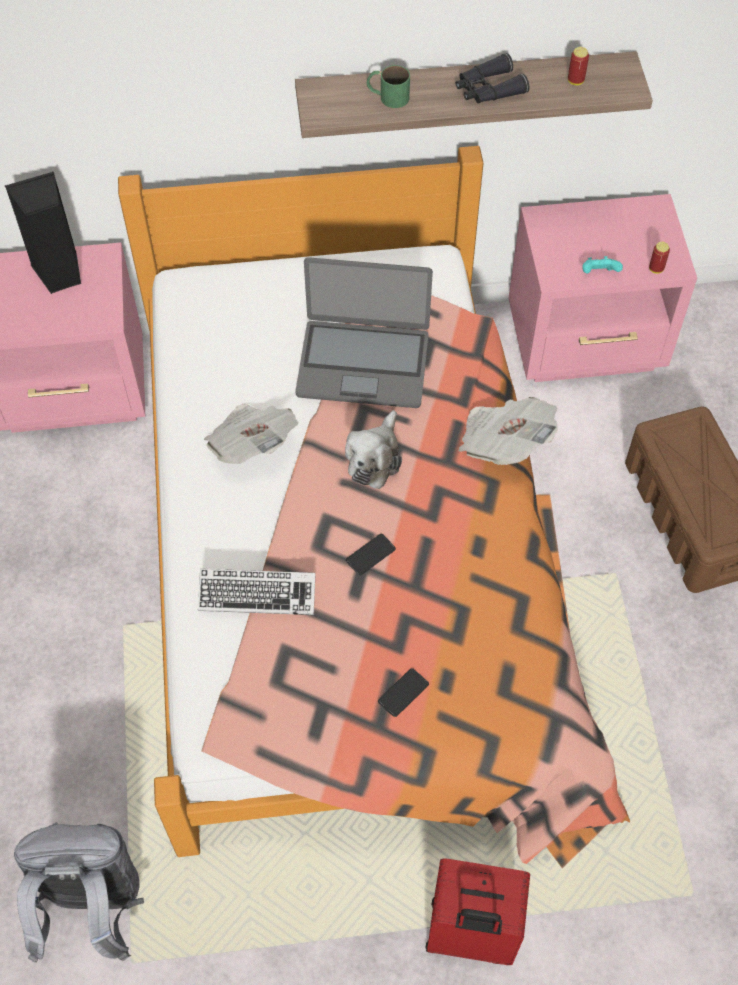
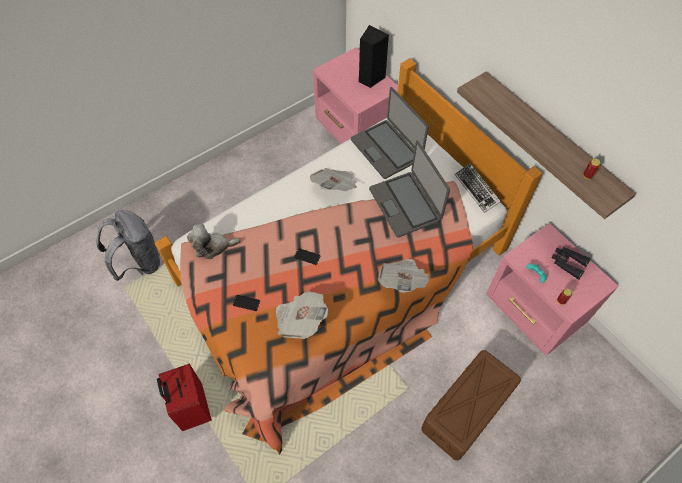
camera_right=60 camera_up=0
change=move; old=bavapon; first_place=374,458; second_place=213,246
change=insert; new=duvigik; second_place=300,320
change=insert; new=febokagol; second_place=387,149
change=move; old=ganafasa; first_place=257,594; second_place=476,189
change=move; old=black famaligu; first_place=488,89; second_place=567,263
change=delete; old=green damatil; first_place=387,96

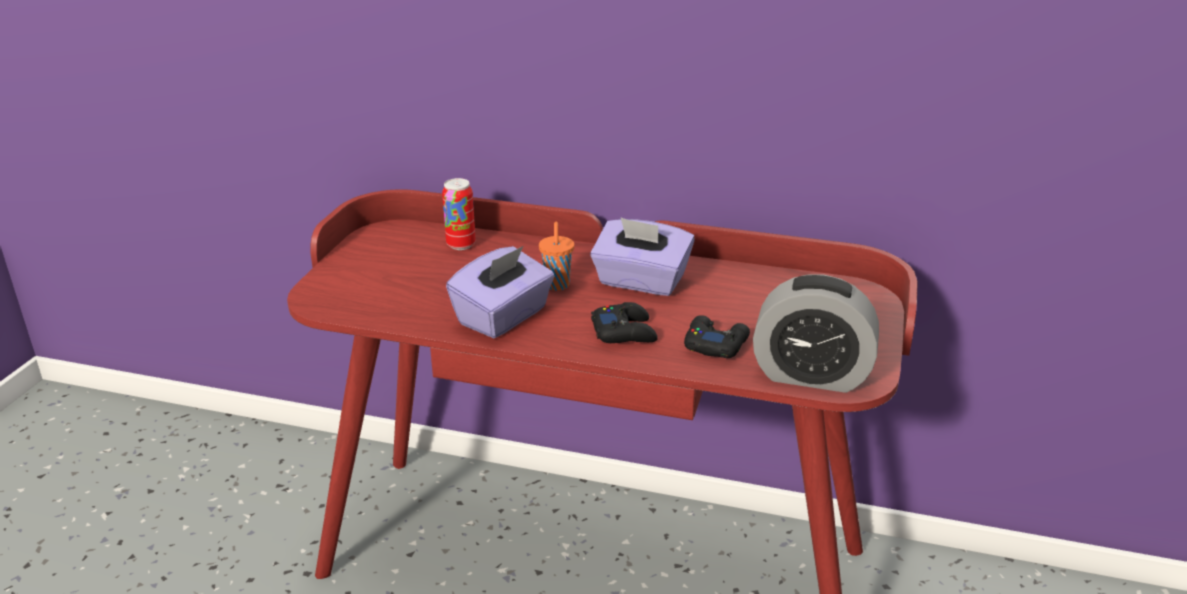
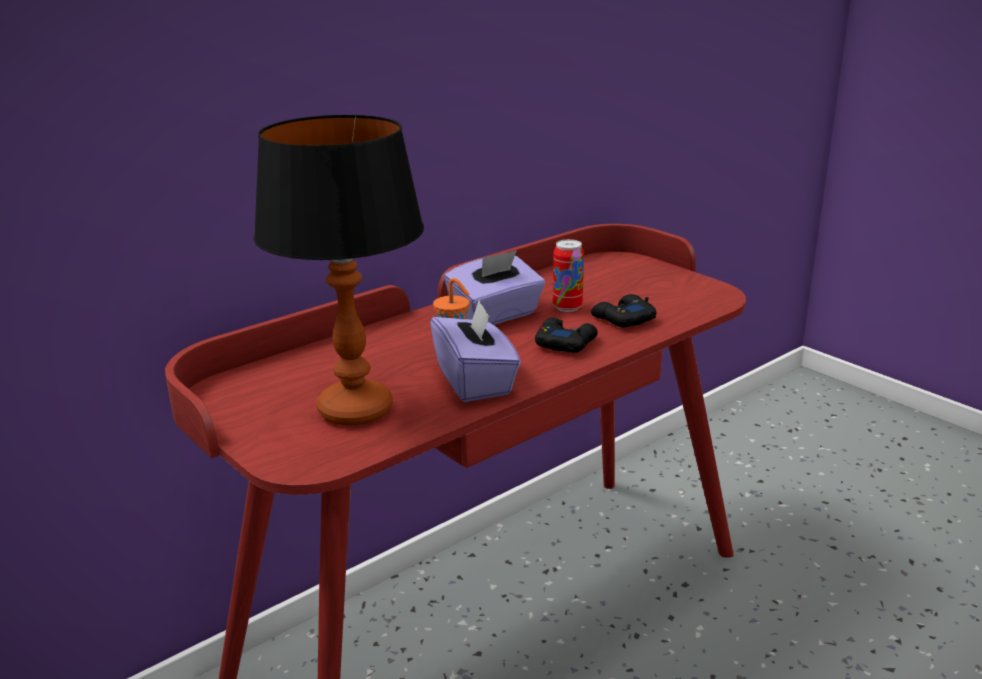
camera_right=-55 camera_up=-5
change=insert; new=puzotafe; second_place=356,410
change=move; old=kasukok; first_place=461,245; second_place=567,307
change=delete; old=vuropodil; first_place=811,375

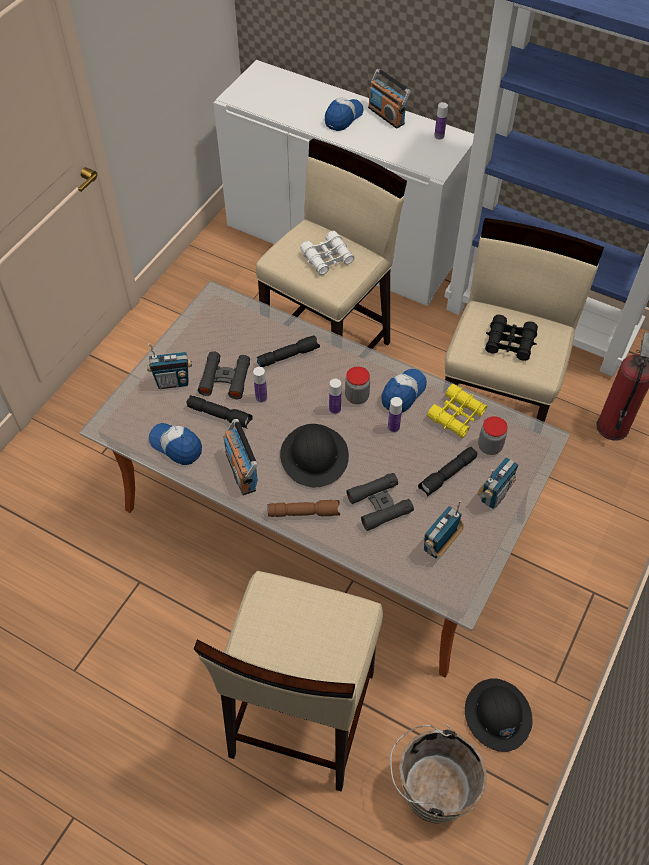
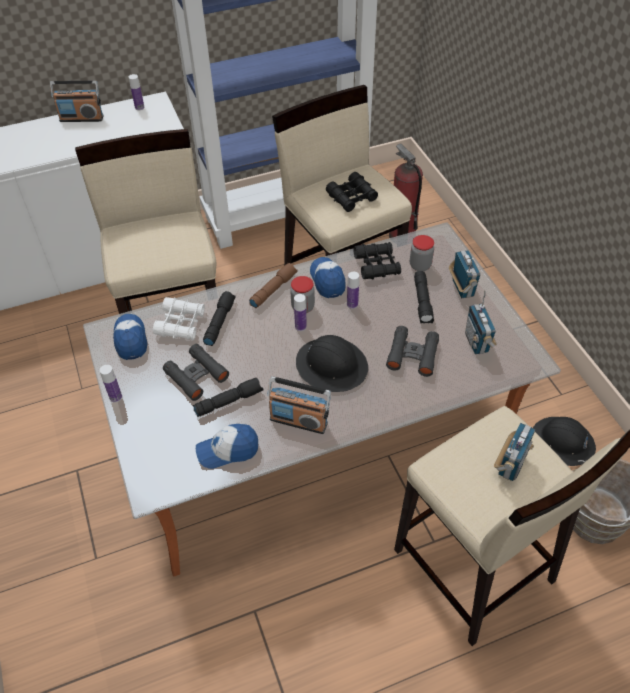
camera_right=-50 camera_up=-5
change=move; old=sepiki; first_place=261,397; second_place=115,397
change=move; old=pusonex; first_place=343,118; second_place=130,339
change=move; old=white famaligu; first_place=327,258; second_place=180,323
change=move; old=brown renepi; first_place=304,512; second_place=273,289
change=recolor; old=yellow famaligu; new=black famaligu; first_place=456,415; second_place=377,265
change=move; old=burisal; first_place=173,382; second_place=510,465

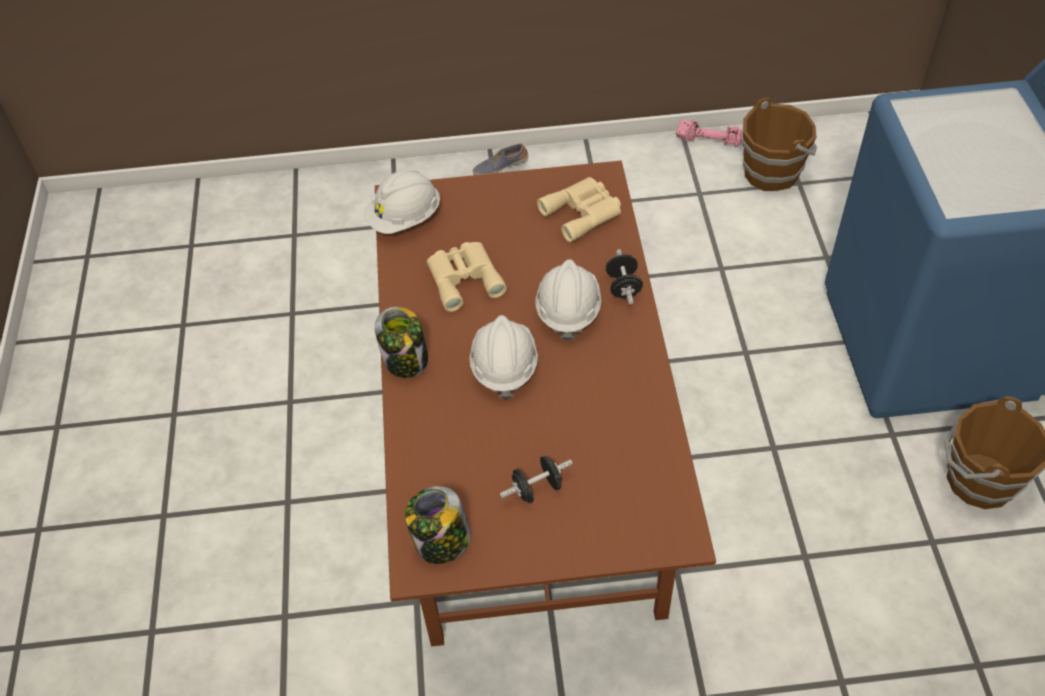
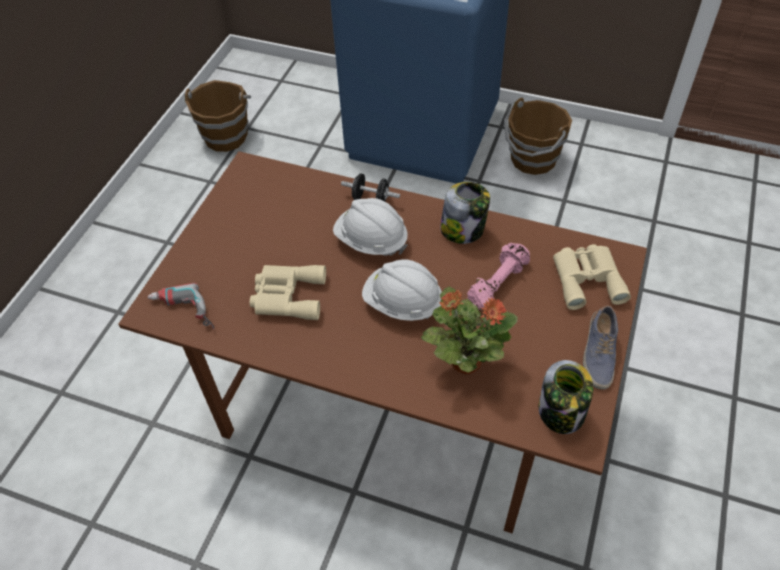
camera_right=-65 camera_up=0
change=replace; old=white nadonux; new=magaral; first_place=405,218; second_place=181,314
change=insert; new=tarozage; second_place=465,361
change=move; old=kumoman; first_place=406,360; second_place=463,230
change=move; old=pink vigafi; first_place=708,141; second_place=496,284
change=move; old=beige famaligu; first_place=583,212; second_place=587,278
change=move; old=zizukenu; first_place=500,167; second_place=598,354
change=delete; old=black vigafi; first_place=537,488

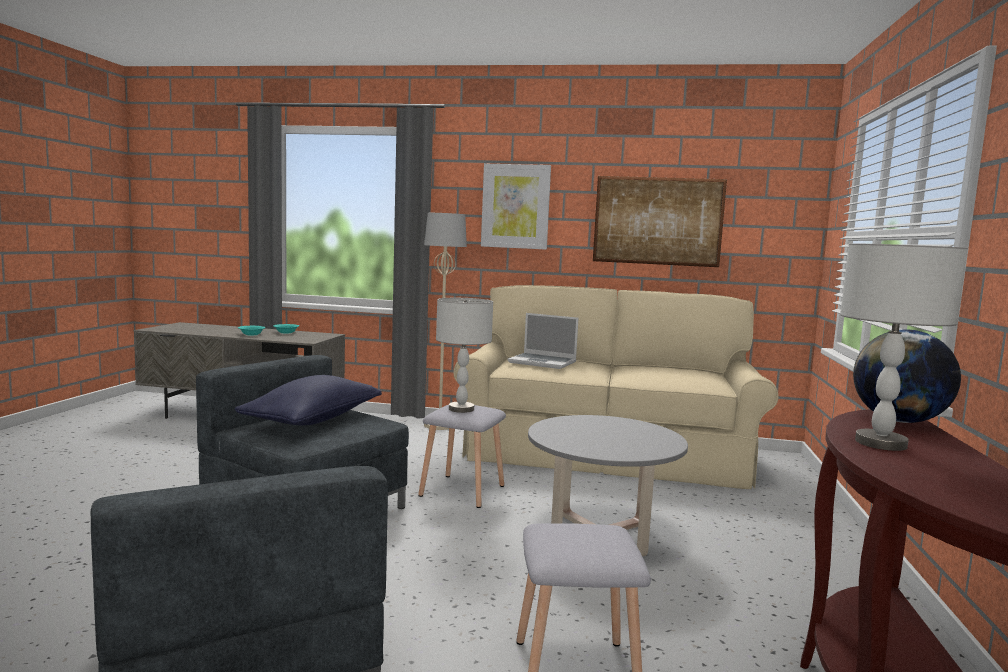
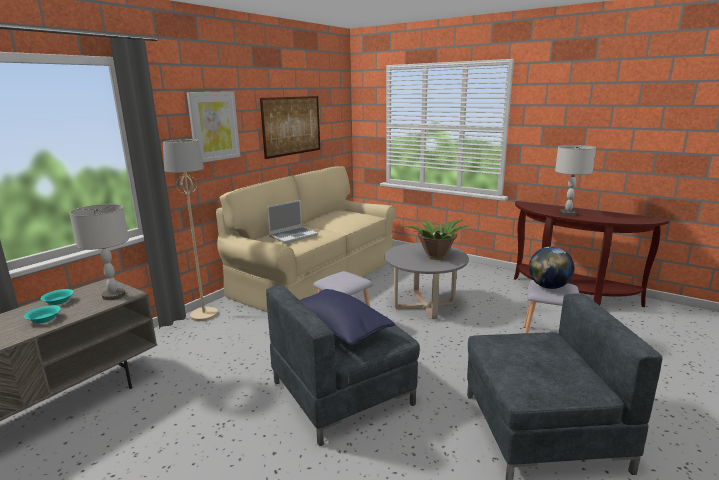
camera_right=-65 camera_up=10
change=move; old=grey puzotafe; first_place=461,409; second_place=113,295
change=insert; new=tarozage; second_place=435,256
change=move; old=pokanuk; first_place=899,421; second_place=548,287

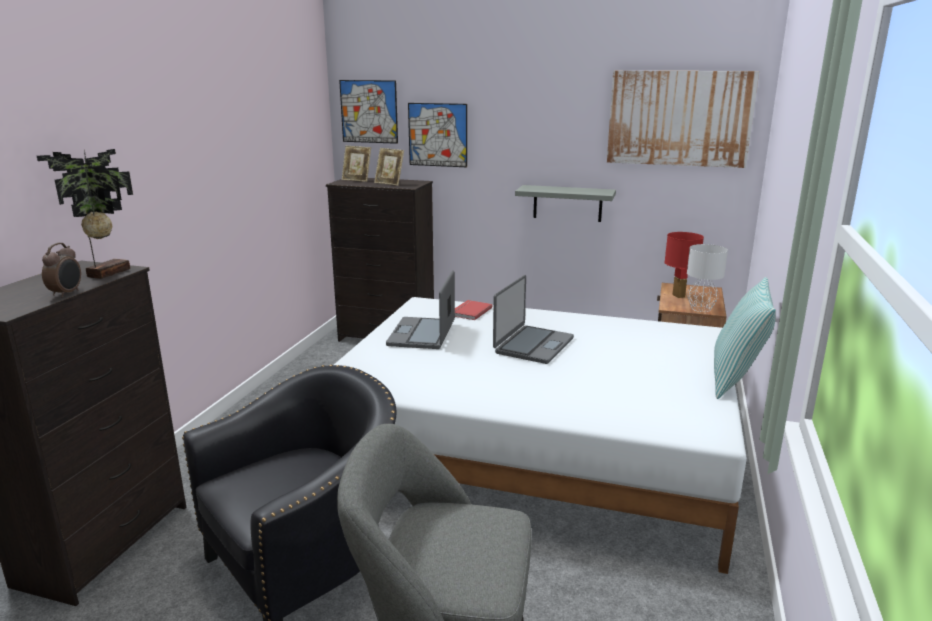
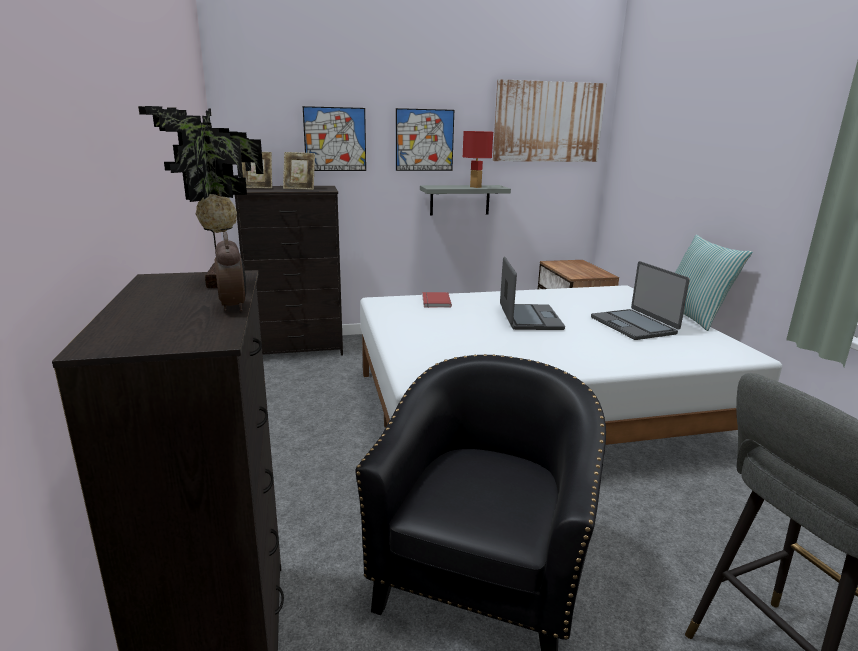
camera_right=-30 camera_up=0
change=move; old=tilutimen; first_place=369,111; second_place=424,140
change=move; old=red puzotafe; first_place=678,296; second_place=475,187
change=move; old=febokagol; first_place=422,334; second_place=634,325
change=delete; old=grey puzotafe; first_place=700,308

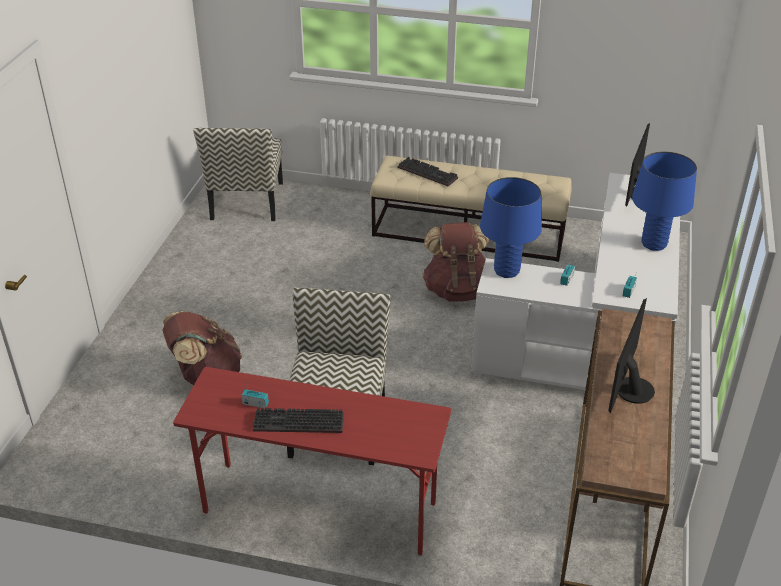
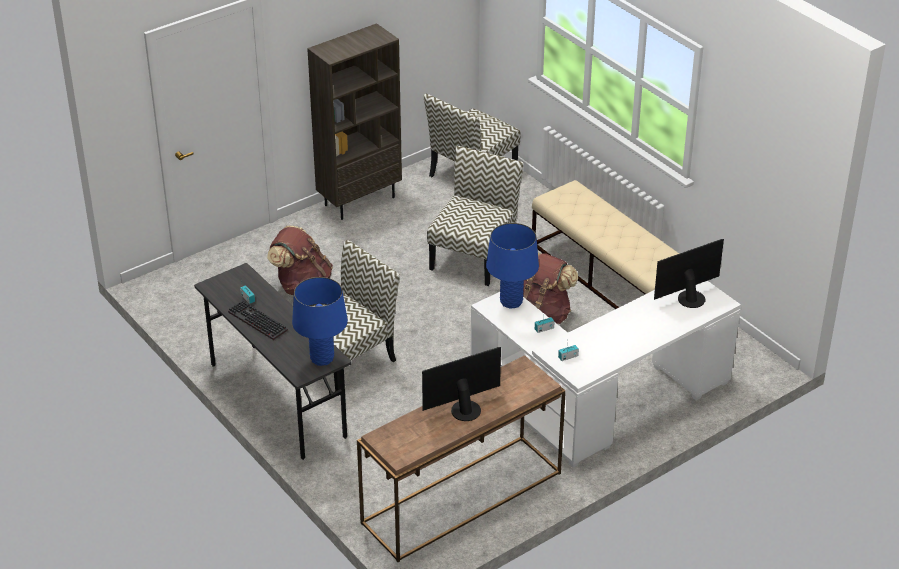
camera_right=40 camera_up=0
change=recolor; old=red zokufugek; new=grey zokufugek; first_place=318,508; second_place=276,400
change=move; old=blue puzotafe; first_place=653,244; second_place=322,359
change=insert; new=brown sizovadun; second_place=359,200
change=insert; new=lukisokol; second_place=473,257
change=delete; old=ganafasa; first_place=429,173

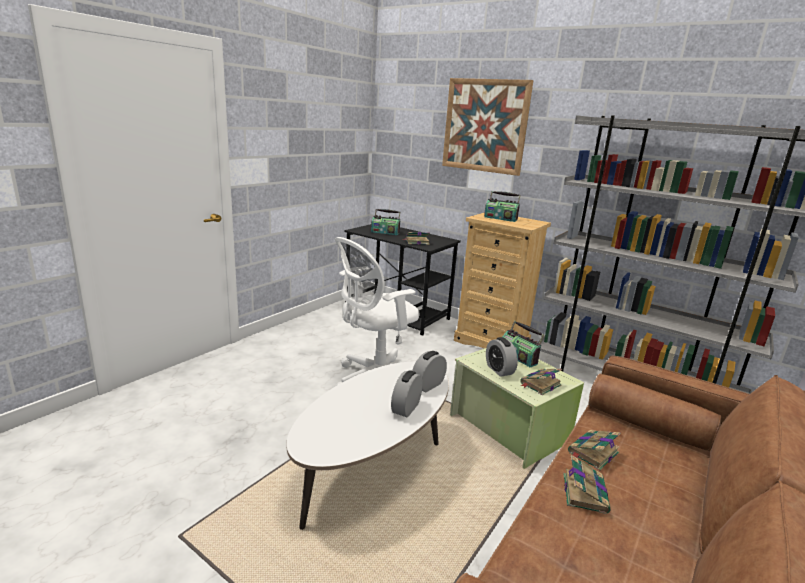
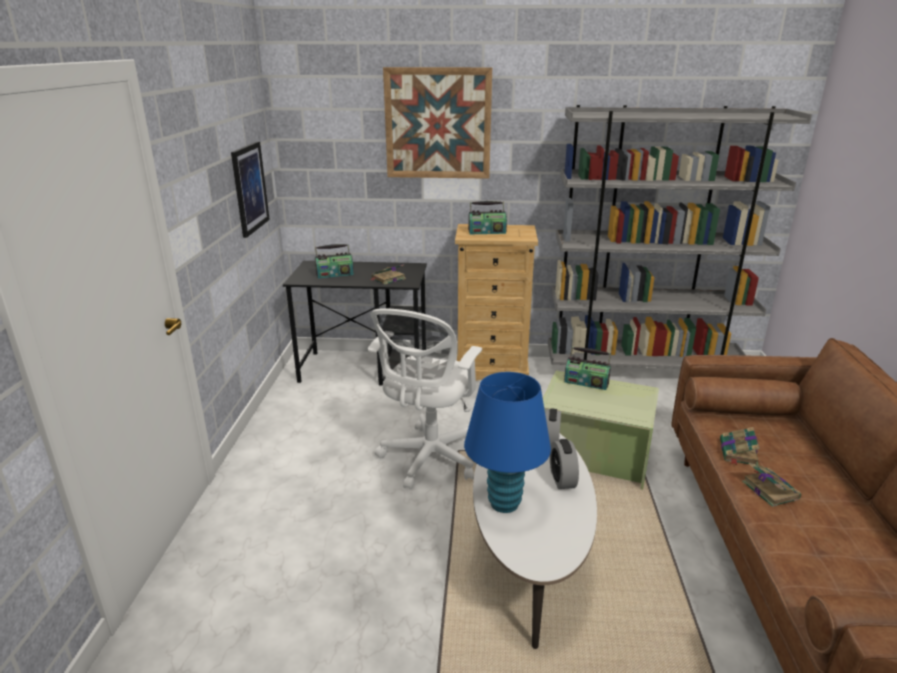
camera_right=-30 camera_up=5
change=insert; new=tilutimen; second_place=249,188
change=insert; new=blue puzotafe; second_place=504,503
change=delete; old=vuropodil; first_place=499,370
change=delete; old=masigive; first_place=539,384

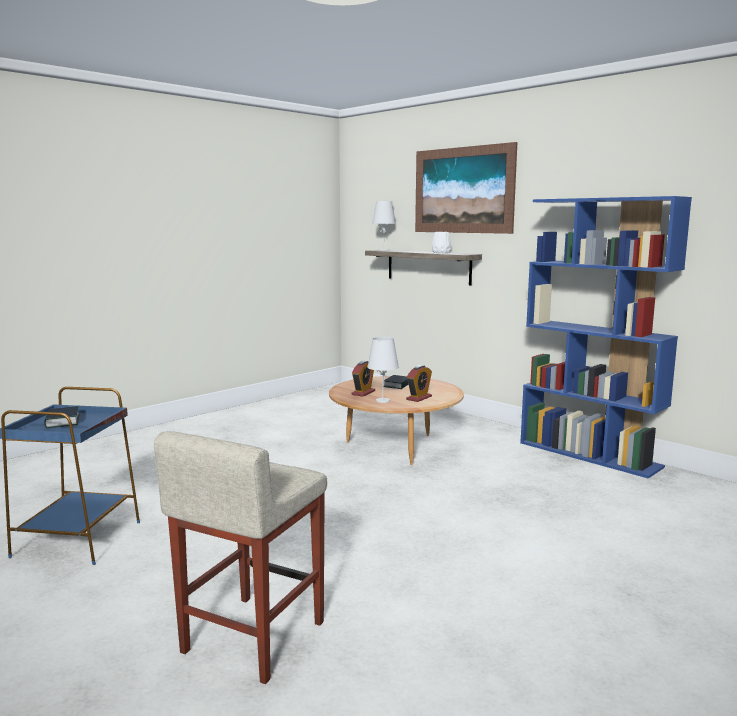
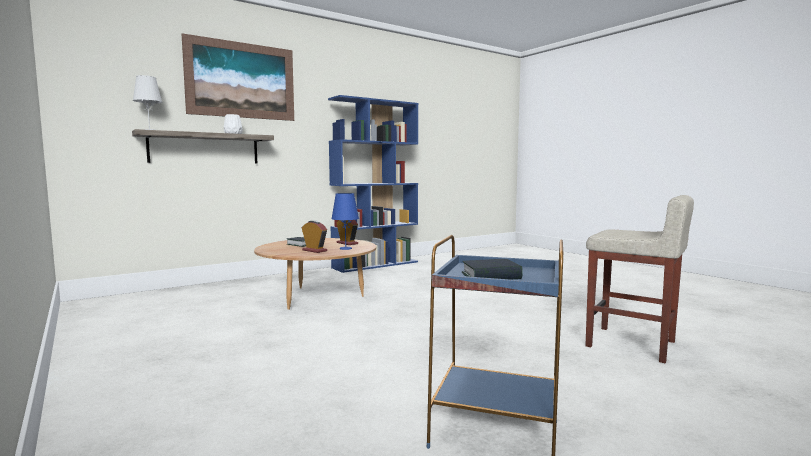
camera_right=-80 camera_up=-5
change=recolor; old=white puzotafe; new=blue puzotafe; first_place=383,400; second_place=345,248

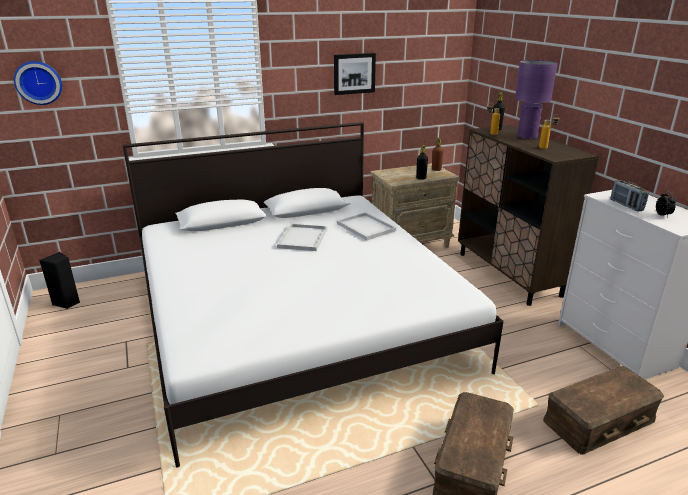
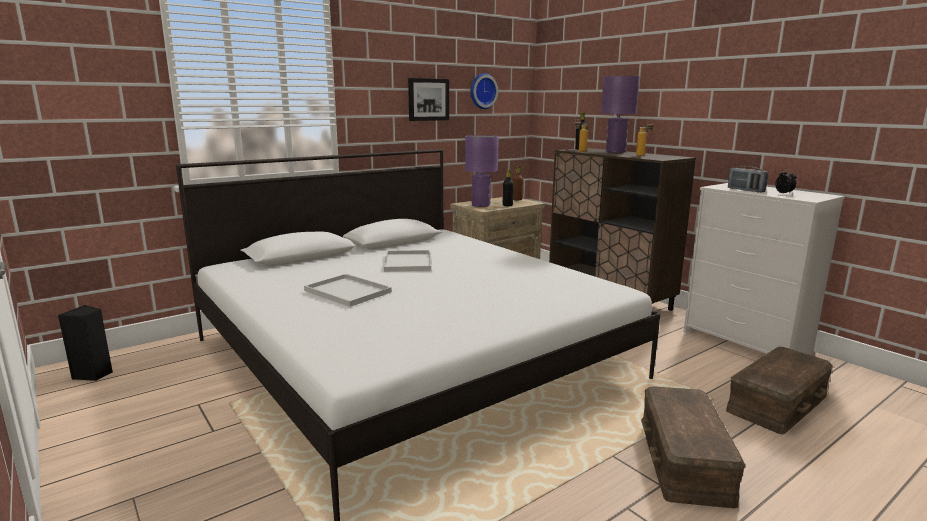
camera_right=-15 camera_up=-10
change=move; old=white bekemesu; first_place=364,227; second_place=346,291
change=insert; new=purple puzotafe; second_place=481,205
change=move; old=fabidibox; first_place=38,82; second_place=482,91

